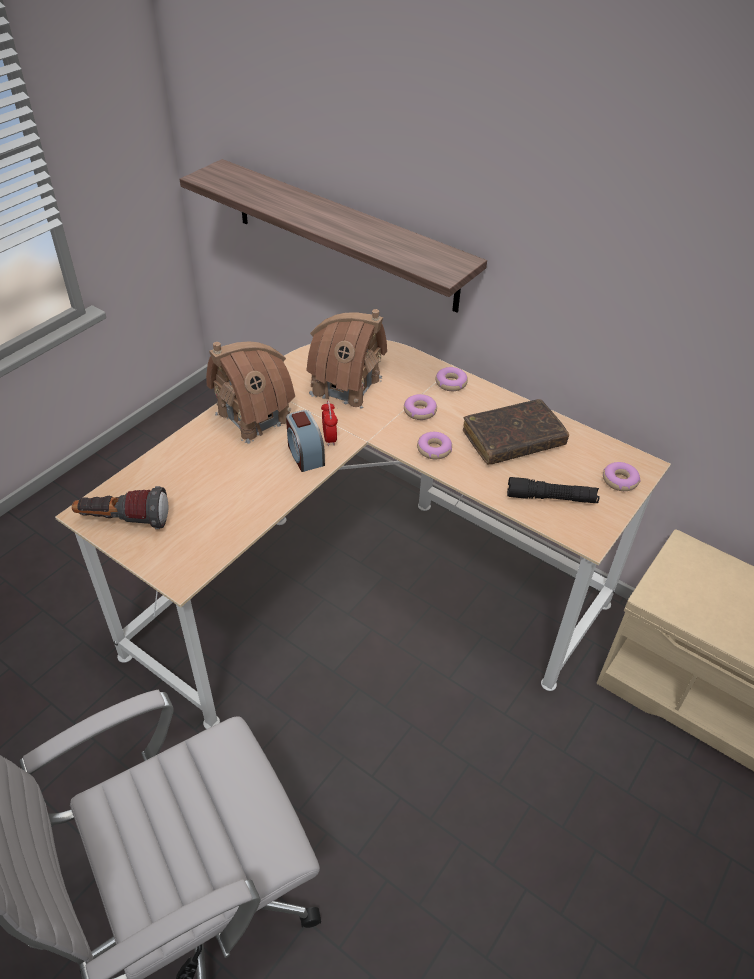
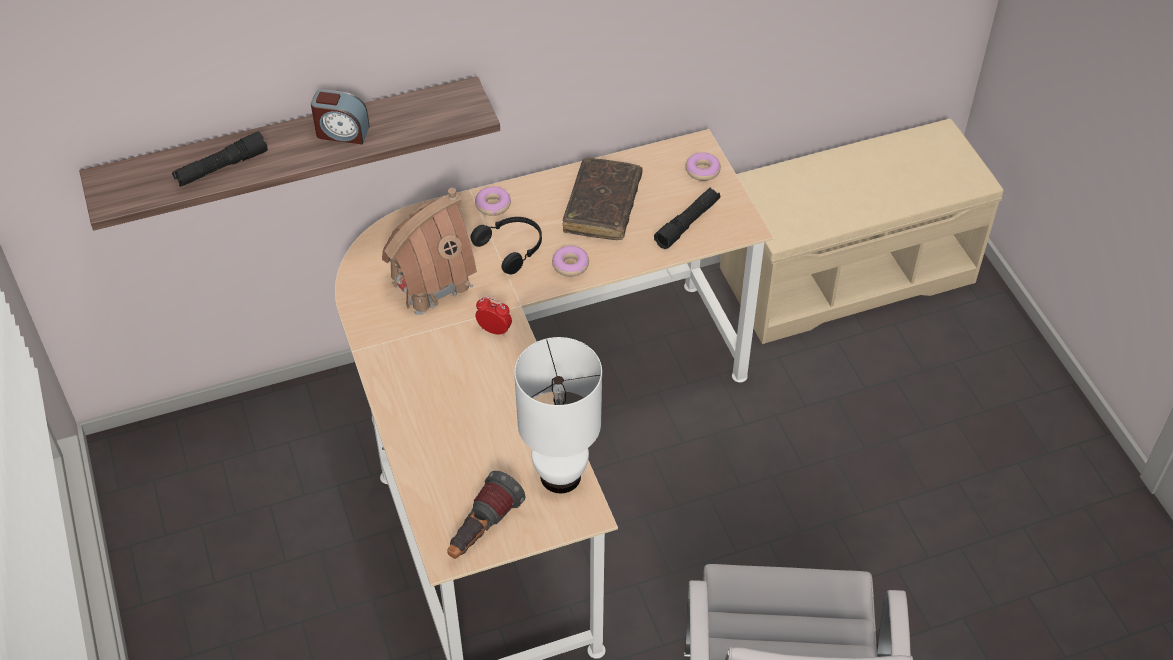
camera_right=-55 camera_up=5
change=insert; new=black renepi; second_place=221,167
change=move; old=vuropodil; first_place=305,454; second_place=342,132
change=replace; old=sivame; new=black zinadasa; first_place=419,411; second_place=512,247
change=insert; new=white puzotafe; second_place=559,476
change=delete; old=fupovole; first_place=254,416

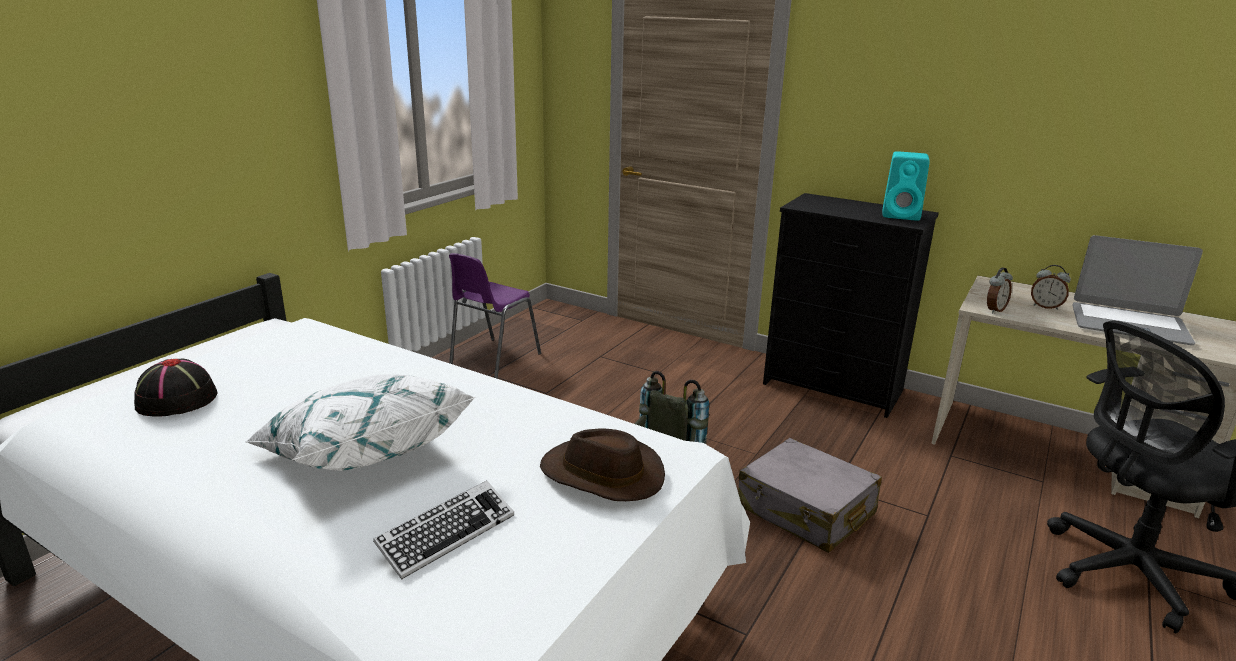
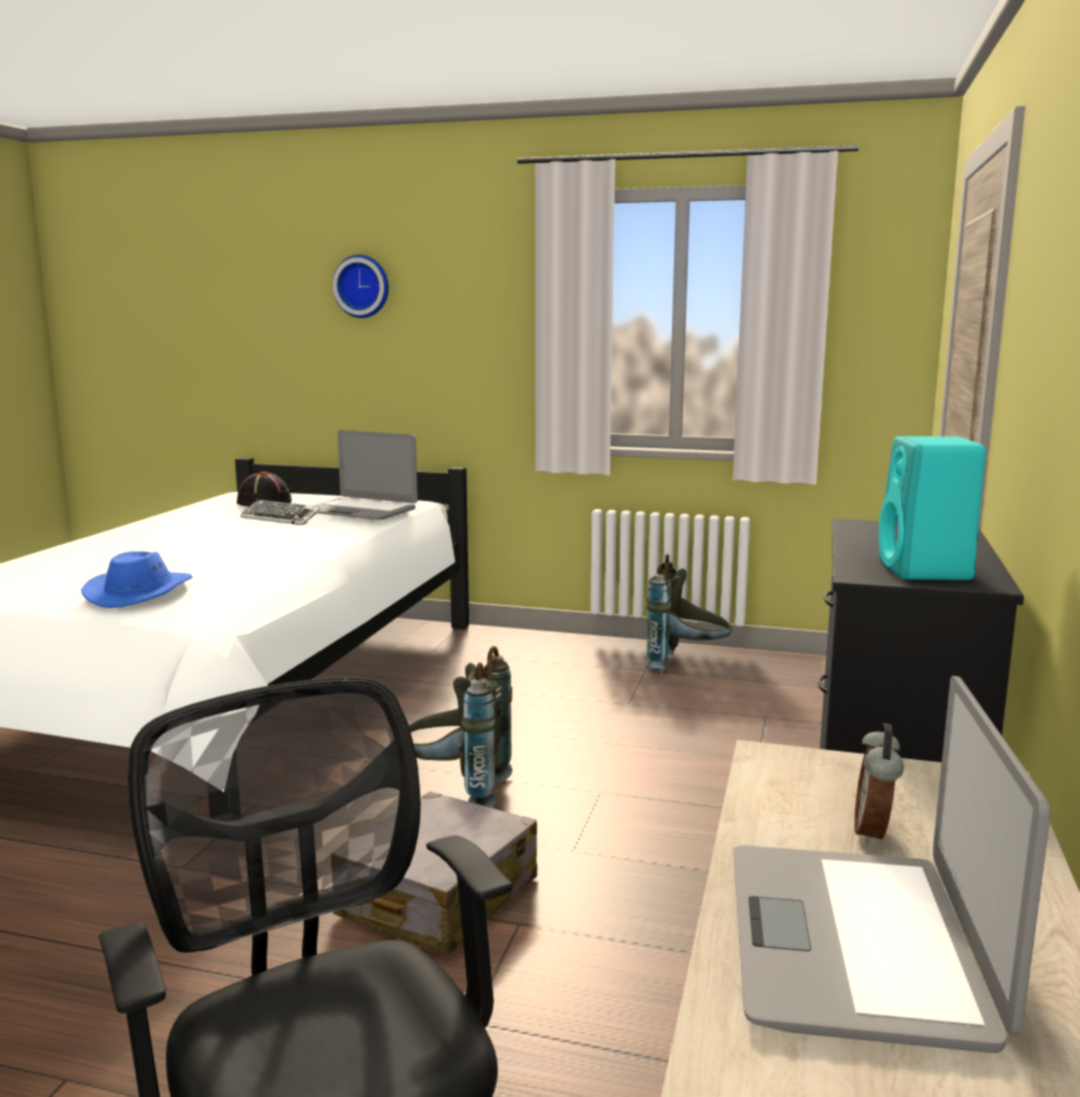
camera_right=75 camera_up=-10
change=recolor; old=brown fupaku; new=blue fupaku; first_place=602,475; second_place=140,592
change=move; old=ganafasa; first_place=447,534; second_place=280,518
change=insert; new=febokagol; second_place=360,511
change=insert; new=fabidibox; second_place=363,286
change=replace; old=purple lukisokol; new=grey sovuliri; first_place=493,359; second_place=686,665
change=delete; old=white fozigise; first_place=362,453
change=delete; old=vuropodil; first_place=994,310

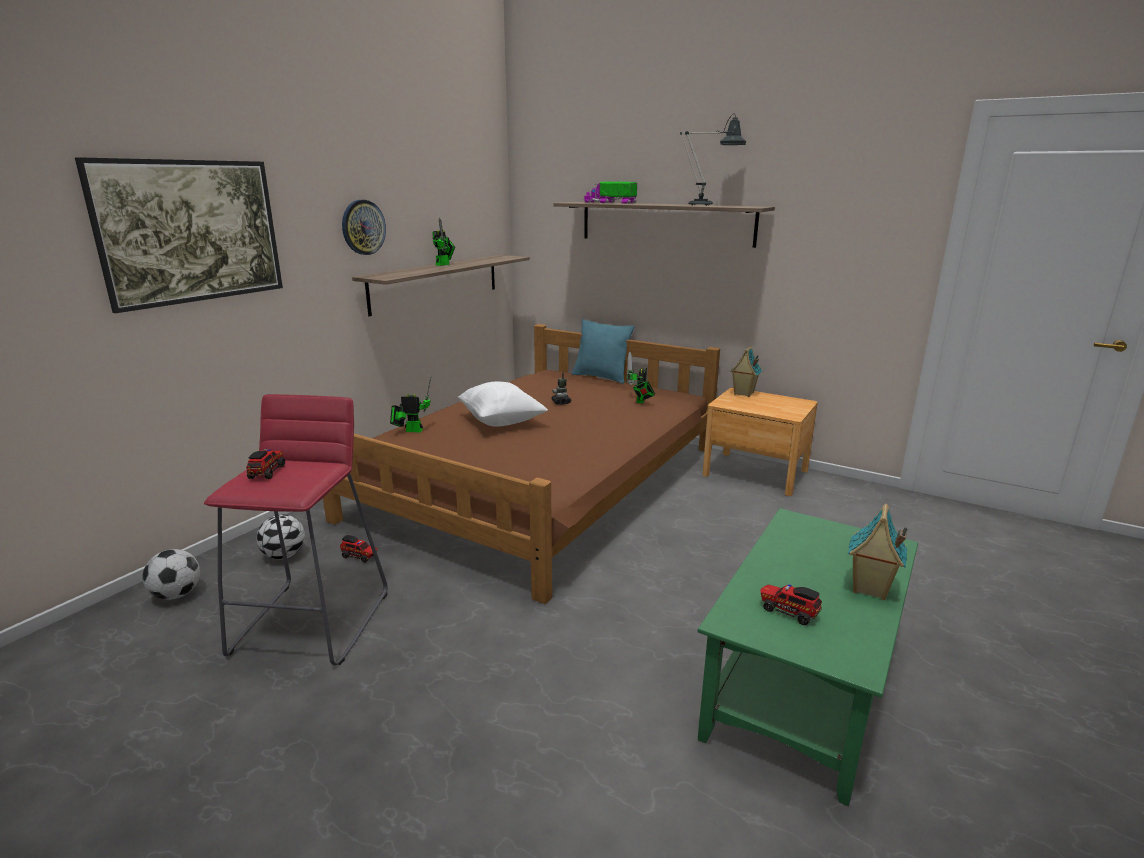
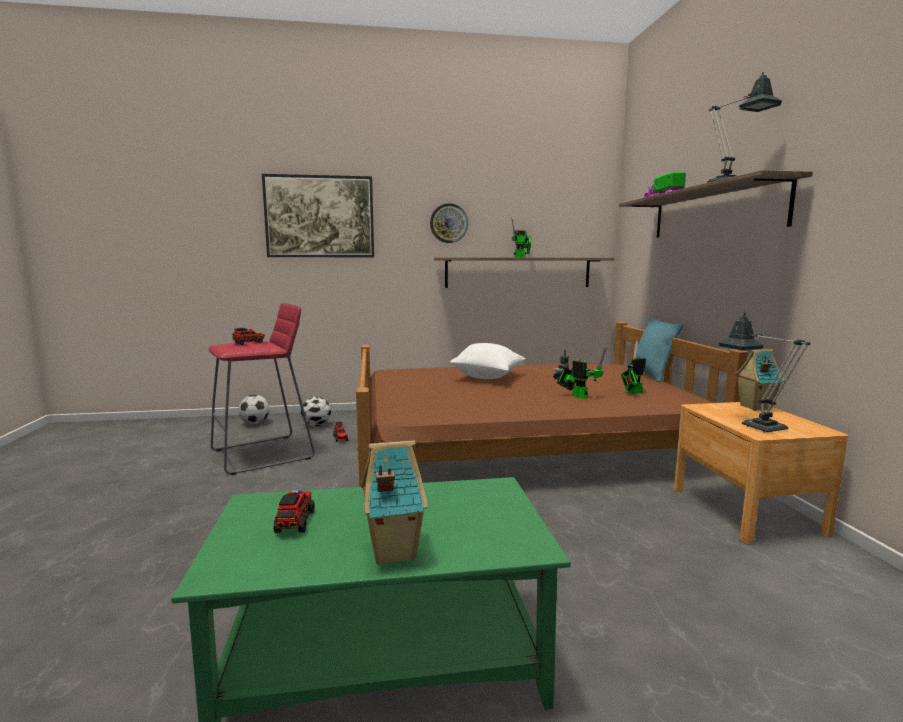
camera_right=50 camera_up=-10
change=move; old=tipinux; first_place=411,430; second_place=578,396
change=insert; new=puzotafe; second_place=756,425

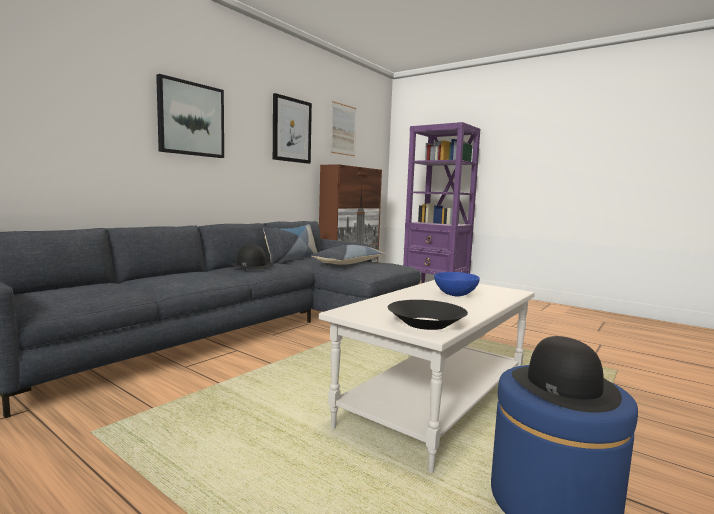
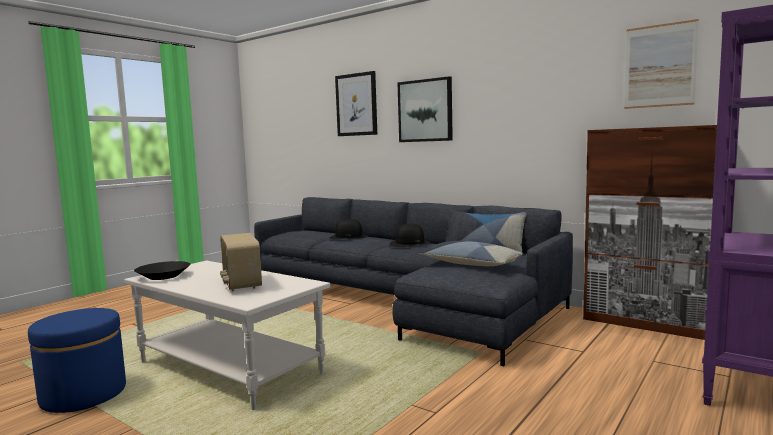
camera_right=90 camera_up=0
change=replace; old=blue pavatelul; new=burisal; first_place=456,295; second_place=241,284
change=move; old=black fupaku; first_place=562,386; second_place=349,237
change=move; old=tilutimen; first_place=291,130; second_place=356,104

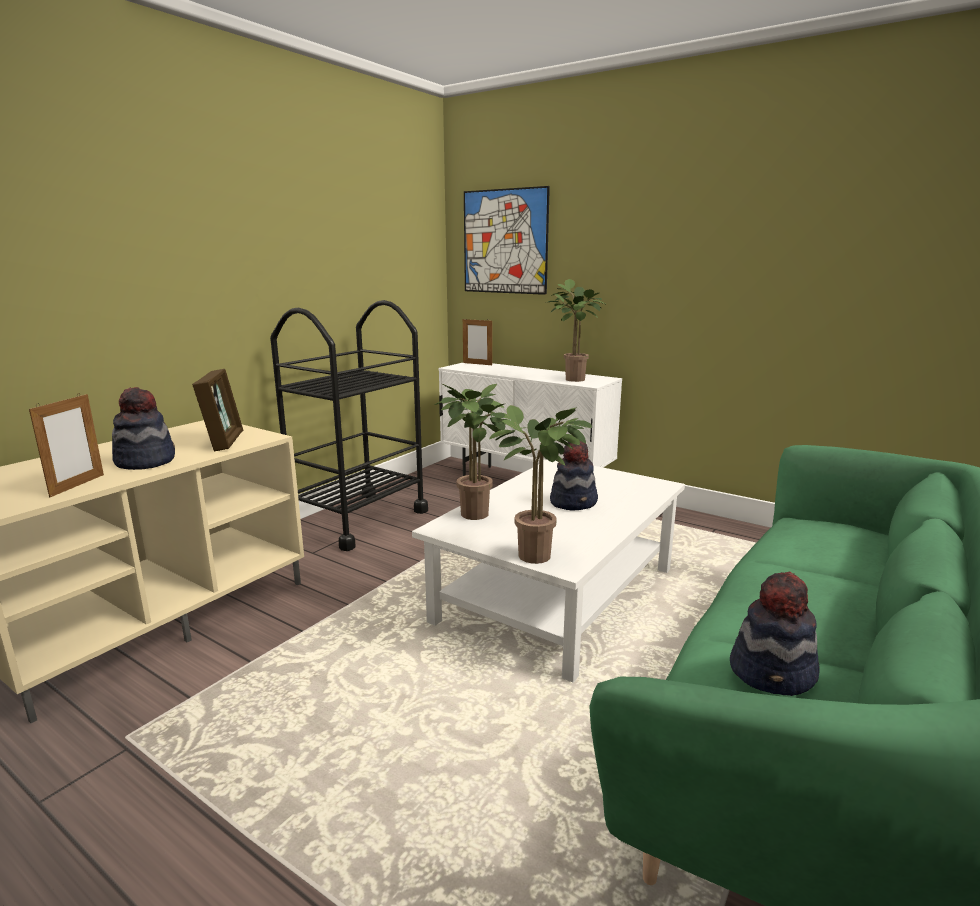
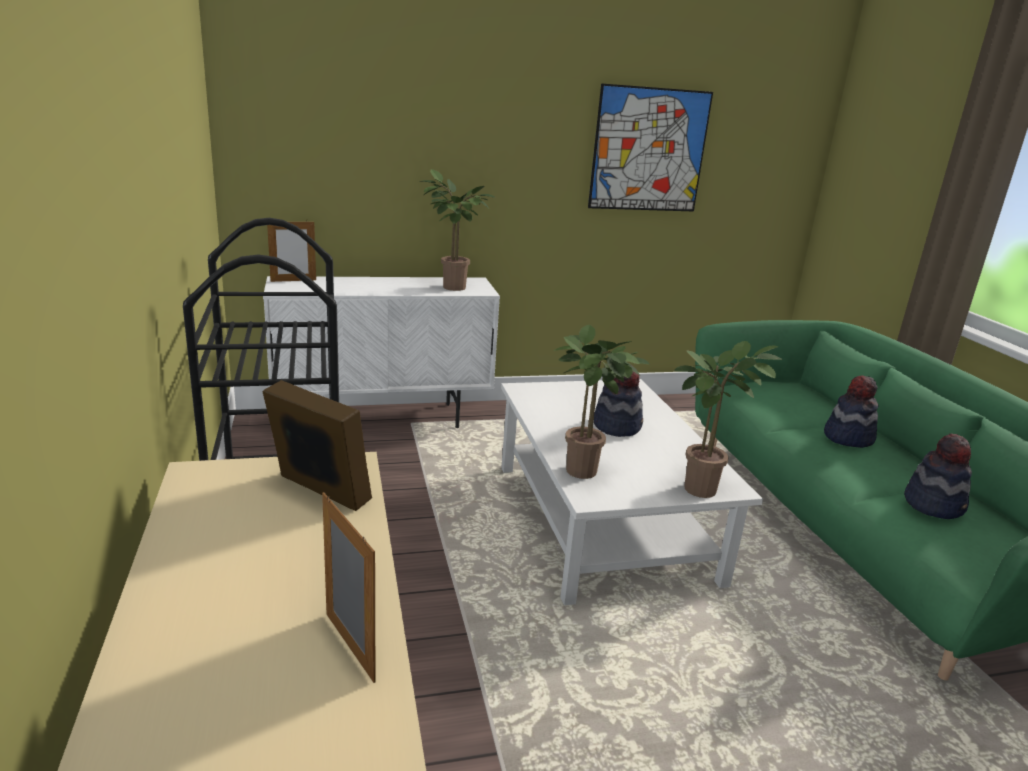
camera_right=-50 camera_up=5
change=move; old=tilutimen; first_place=504,242; second_place=649,150
change=move; old=fupaku; first_place=145,461; second_place=847,437

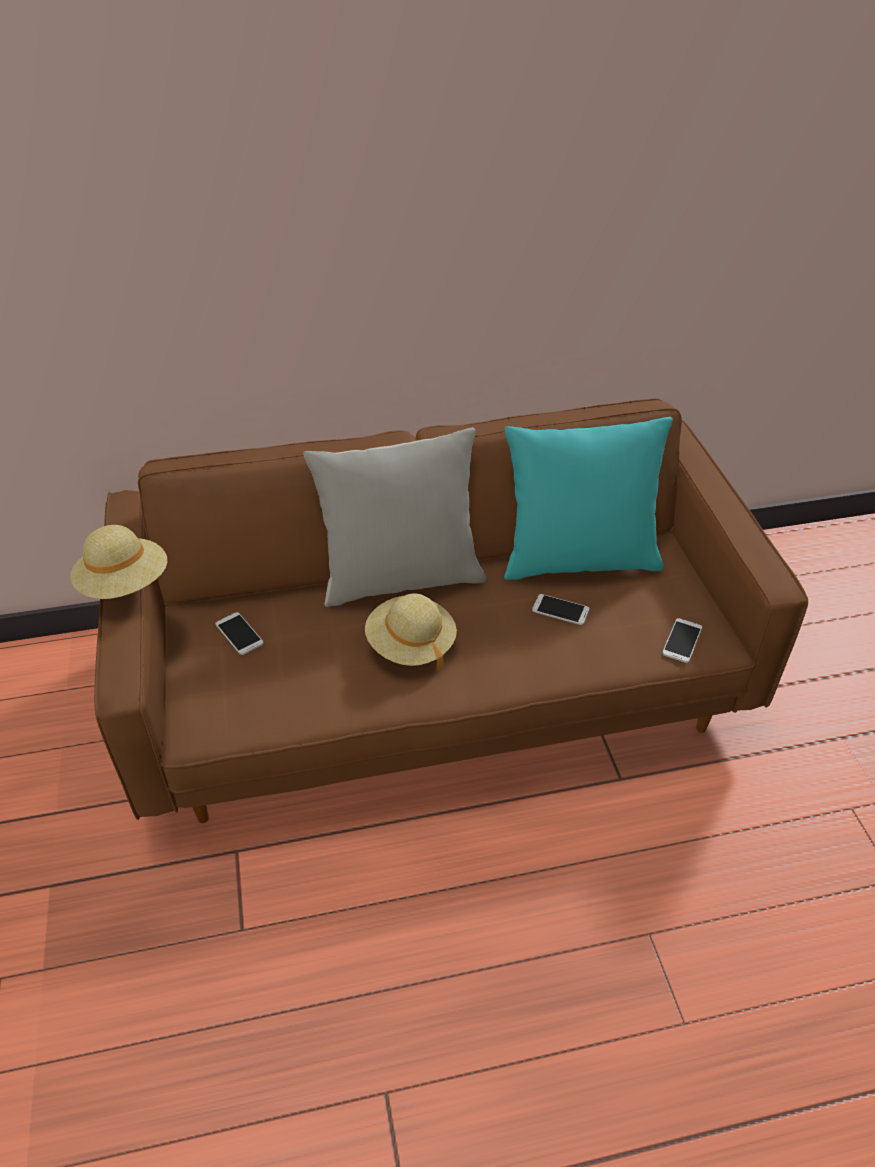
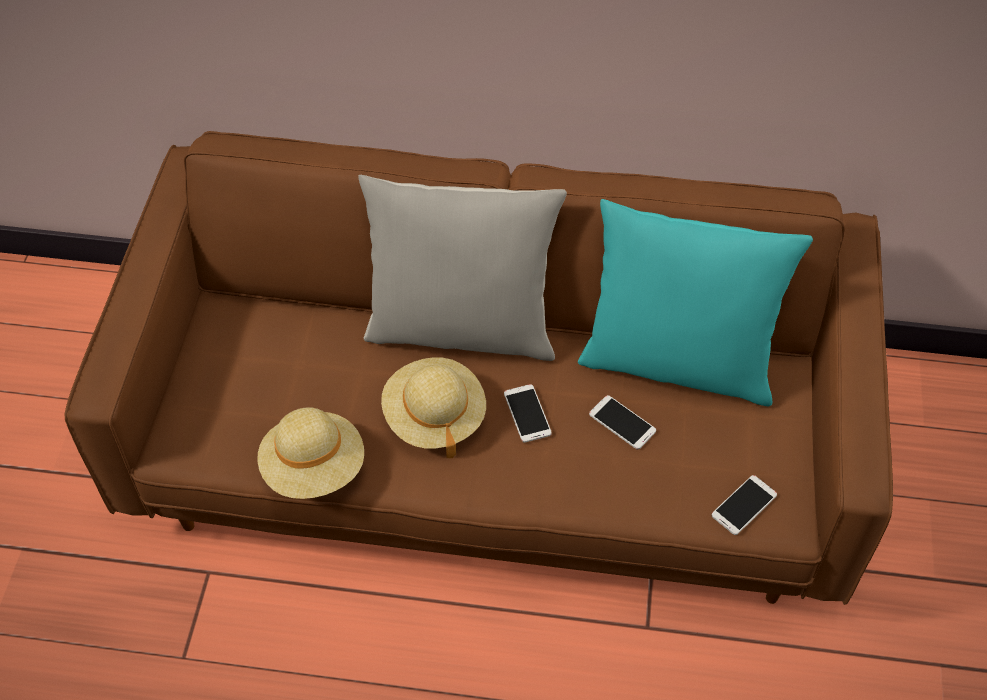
camera_right=20 camera_up=10
change=move; old=beige fupaku; first_place=125,585; second_place=314,468
change=move; old=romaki; first_place=239,634; second_place=527,413

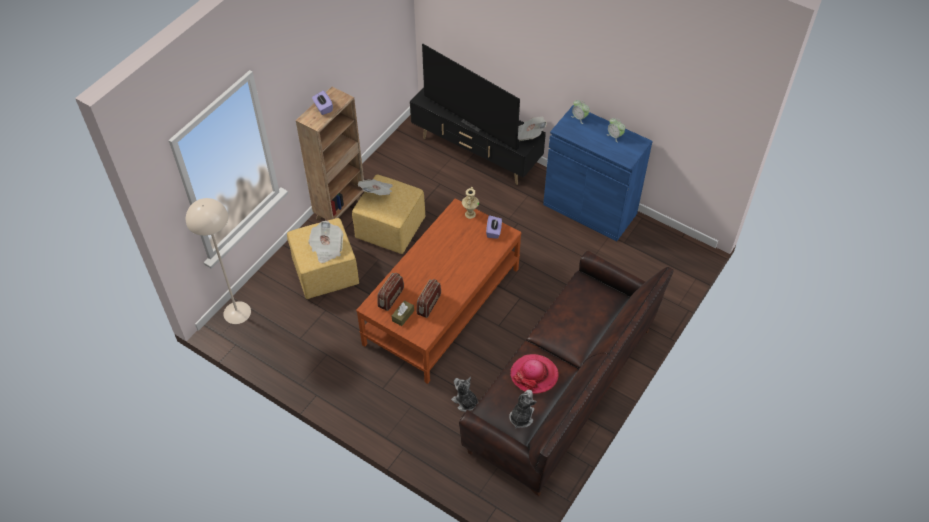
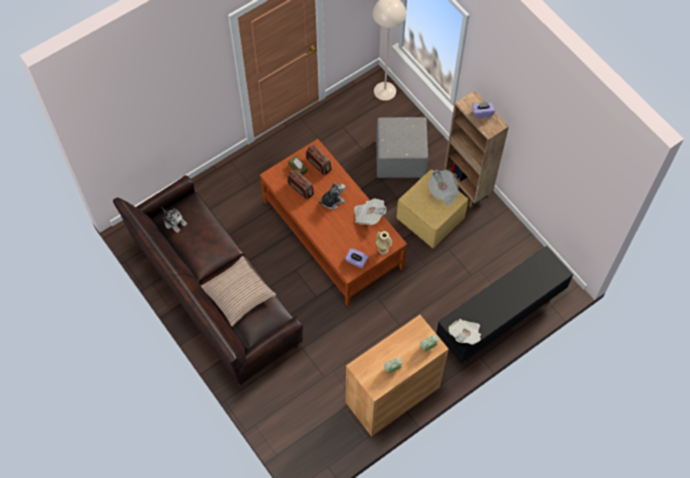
camera_right=110 camera_up=10
change=insert; new=fozigise; second_place=238,294
change=move; old=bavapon; first_place=465,402; second_place=332,200
change=recolor; old=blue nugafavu; new=brown nugafavu; first_place=589,209; second_place=392,395
change=move; old=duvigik; first_place=327,248; second_place=368,215
change=recolor; old=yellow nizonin; new=grey nizonin; first_place=325,273; second_place=401,158
change=delete; old=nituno; first_place=474,122
change=delete; old=fupaku; first_place=534,375

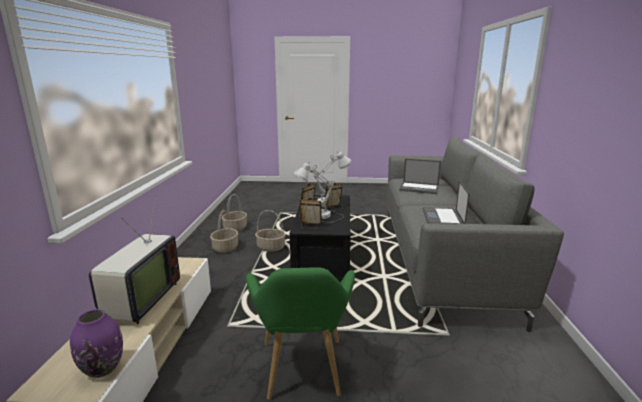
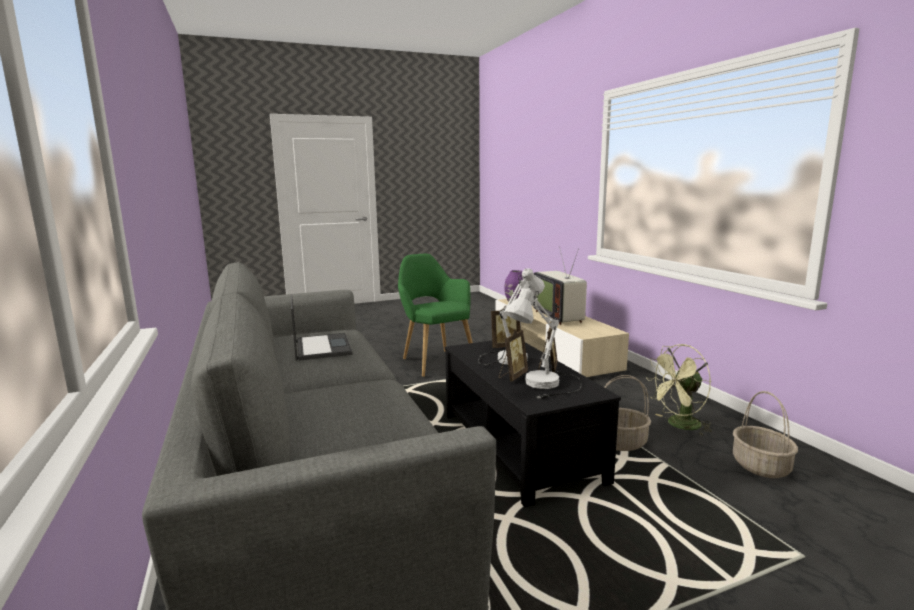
camera_right=155 camera_up=-5
change=replace; old=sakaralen; new=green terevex; first_place=225,248; second_place=679,425
change=delete; old=febokagol; first_place=419,188

